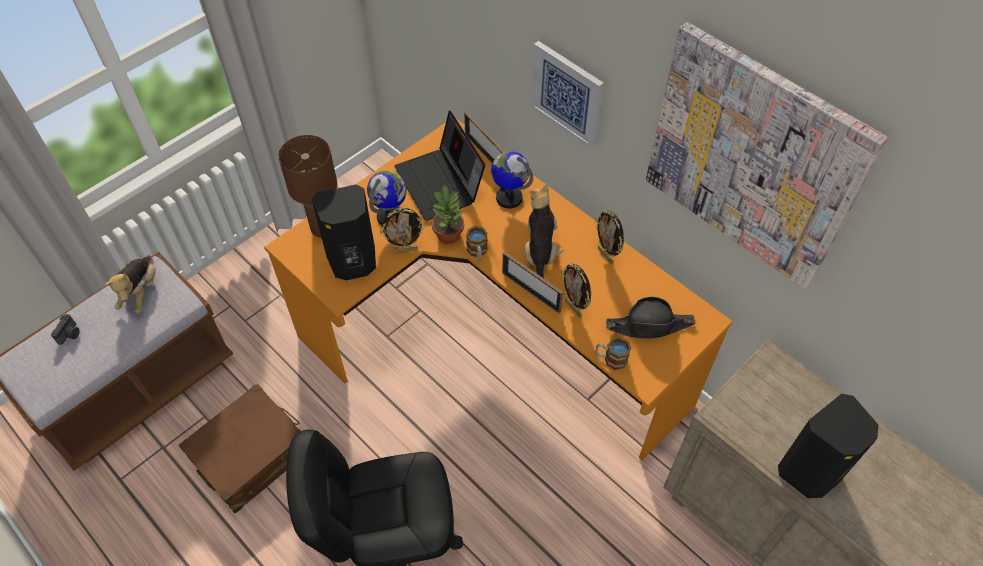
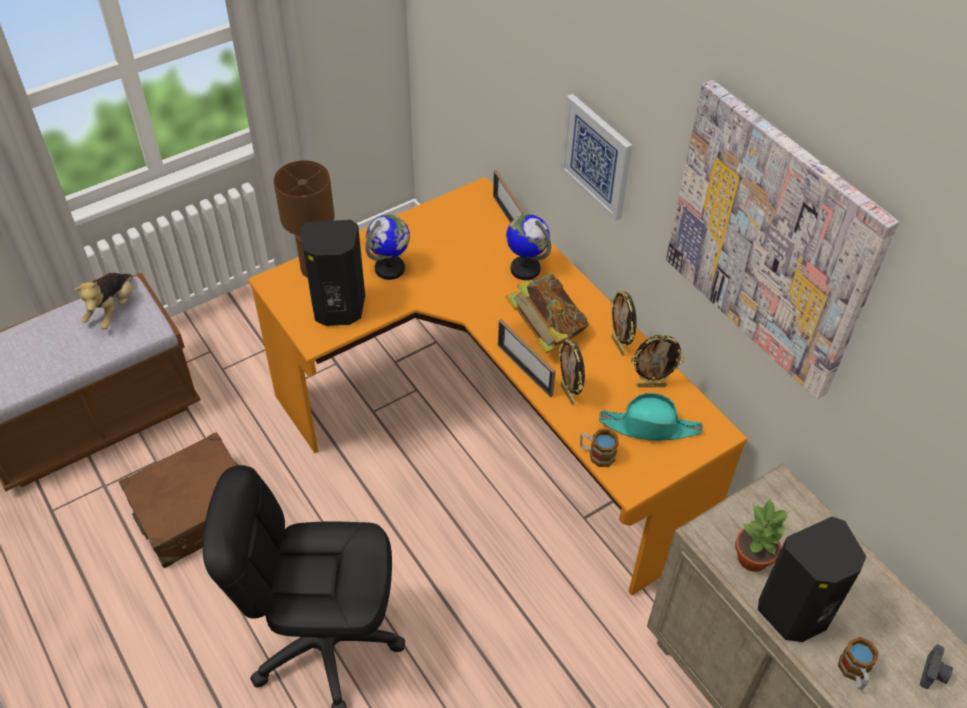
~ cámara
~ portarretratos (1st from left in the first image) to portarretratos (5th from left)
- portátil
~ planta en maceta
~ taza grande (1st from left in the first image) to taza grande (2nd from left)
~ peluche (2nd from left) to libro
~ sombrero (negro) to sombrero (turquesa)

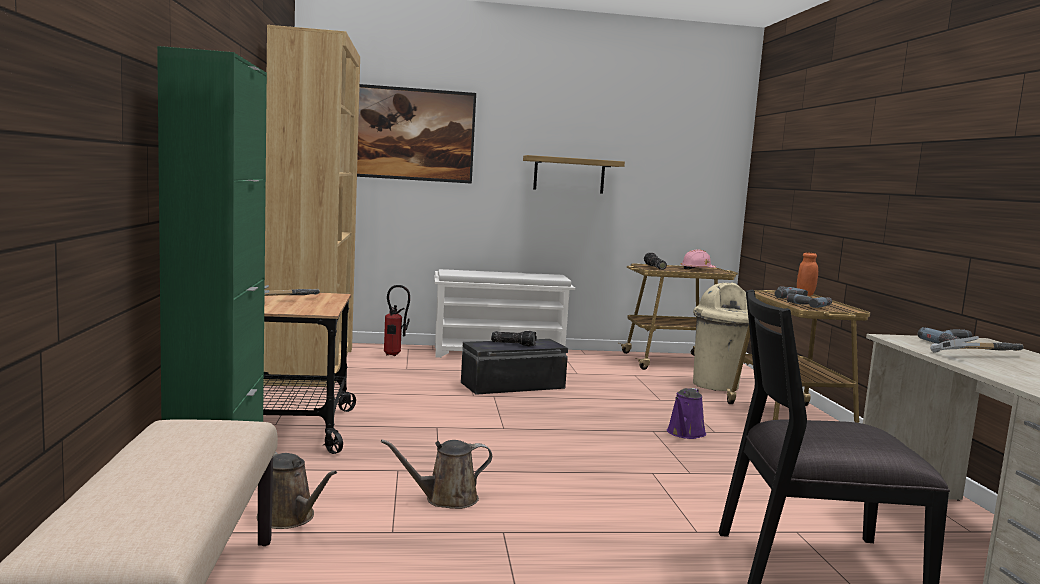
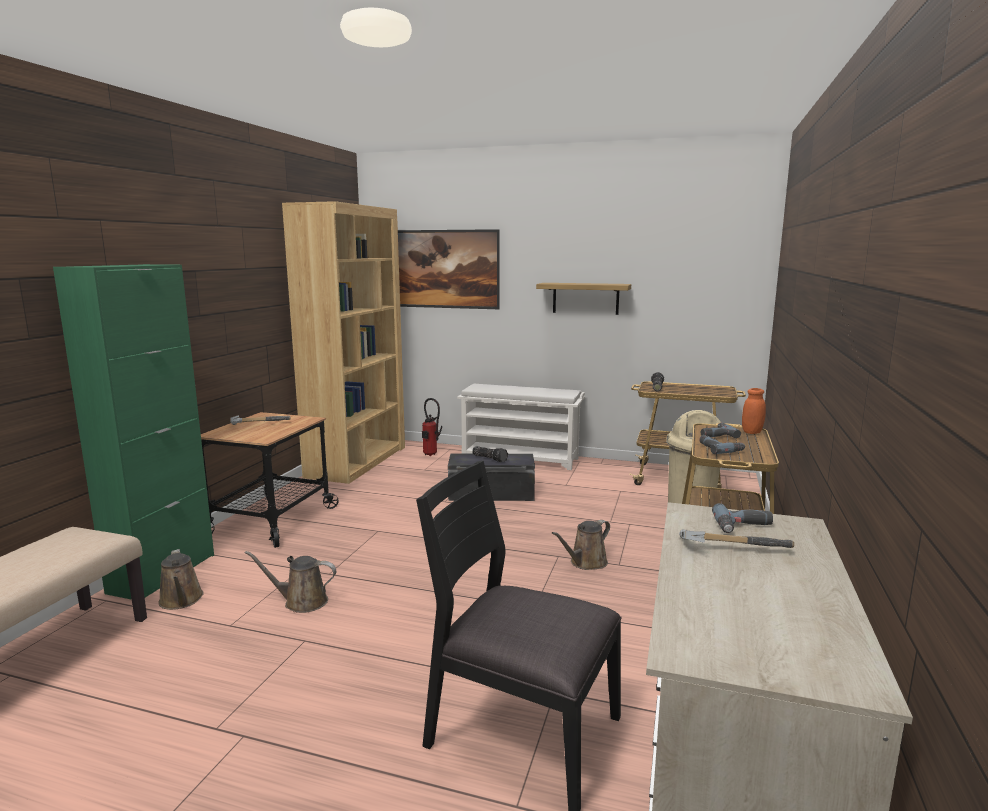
~ regadera (morado) to regadera (marrón) (3rd from left)
- casco (rosa)

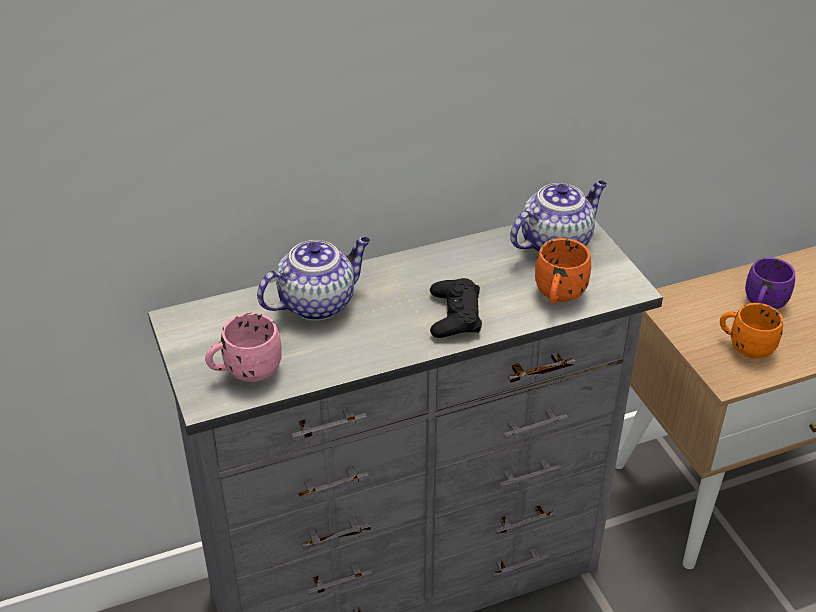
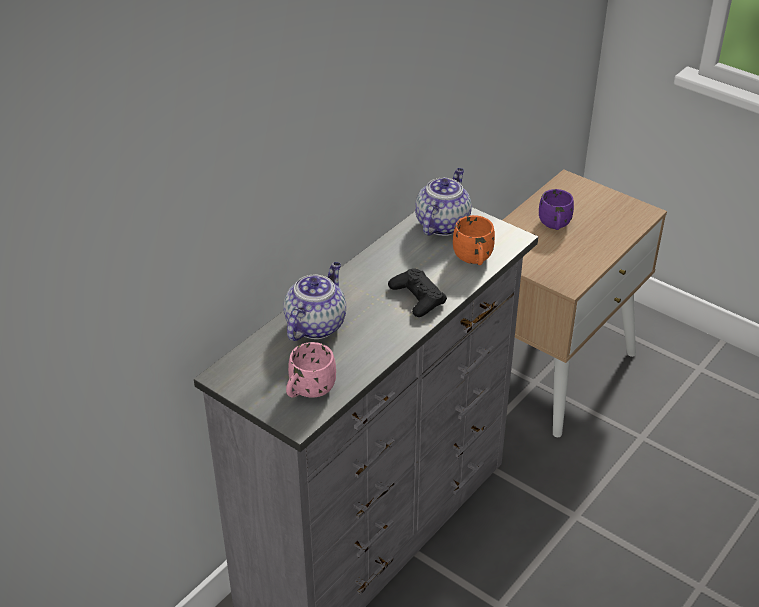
- taza grande (naranja) (2nd from left)

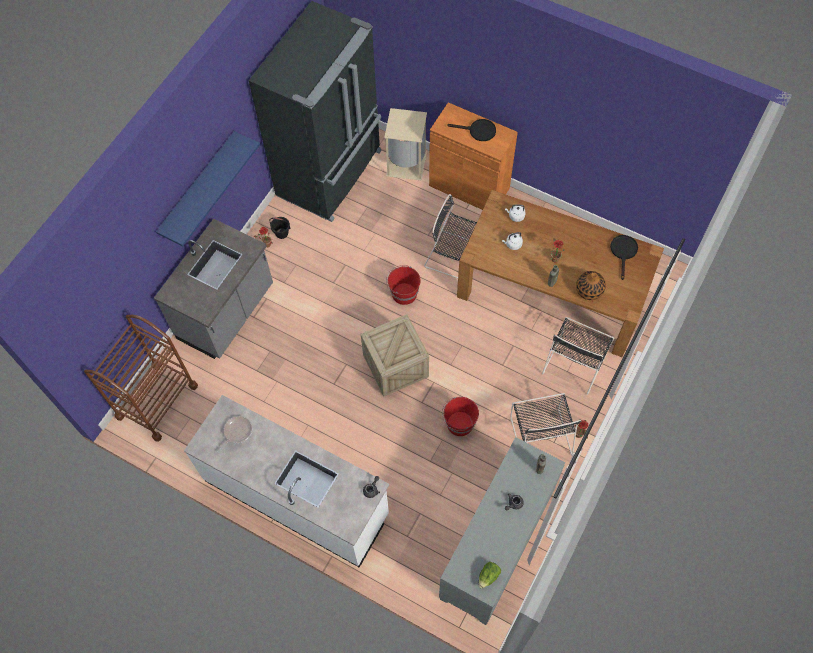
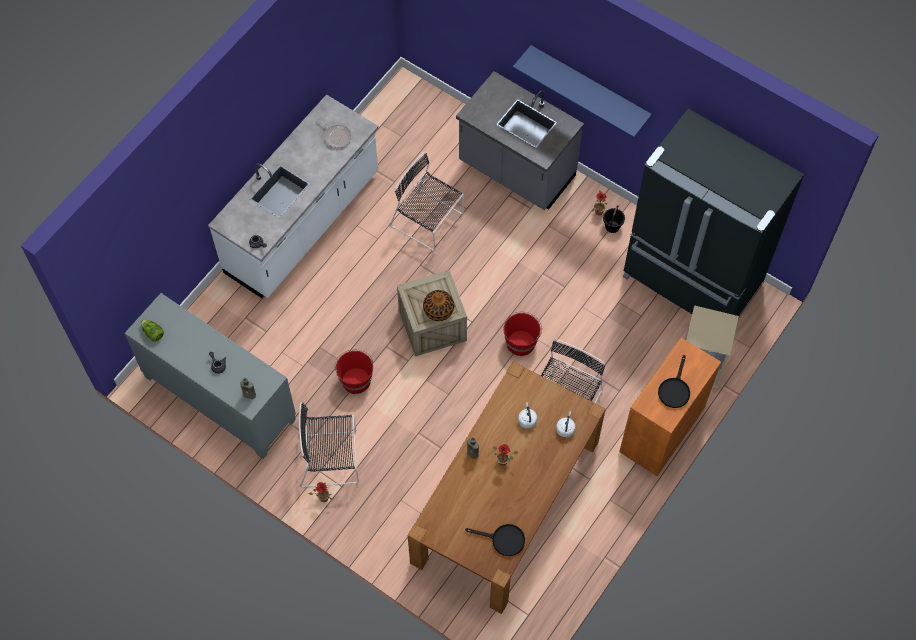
- carrito (marrón)
~ silla (negro) (3rd from left in the first image) to silla (negro) (2nd from left)
~ florero

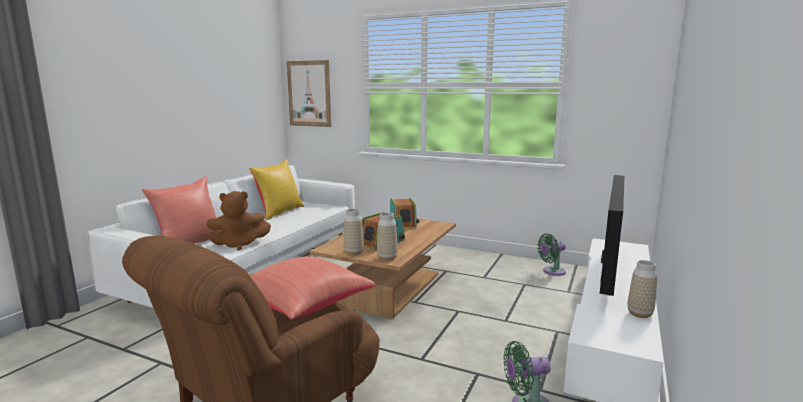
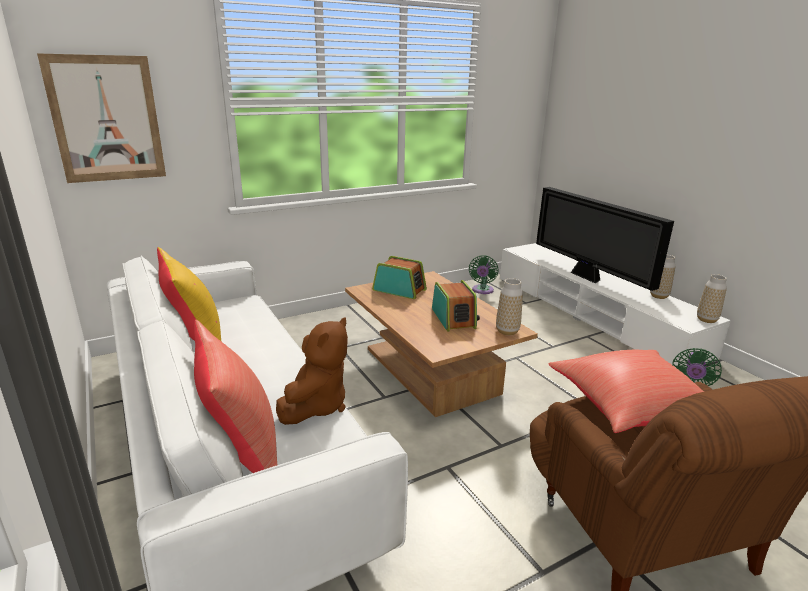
~ florero (1st from left in the first image) to florero (3rd from left)

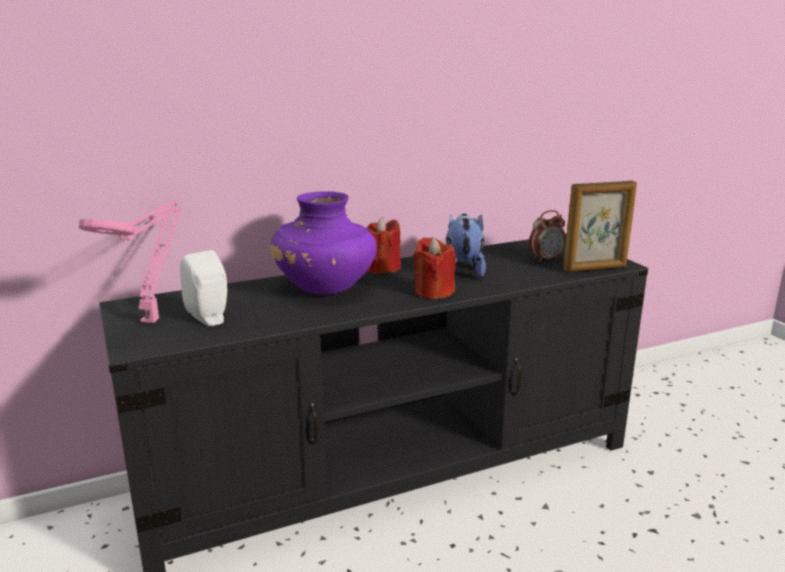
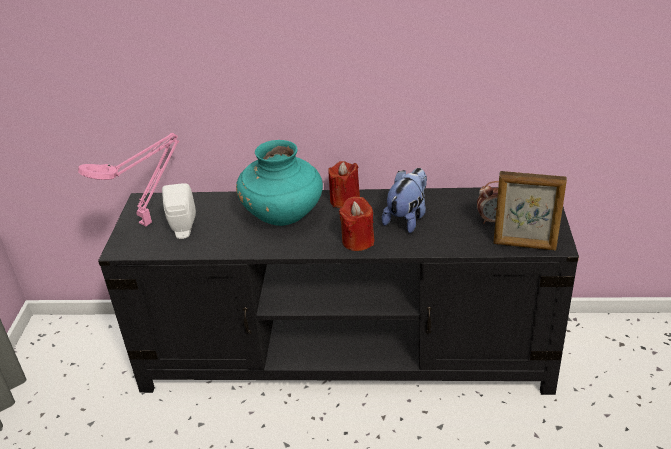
~ florero (morado) to florero (turquesa)

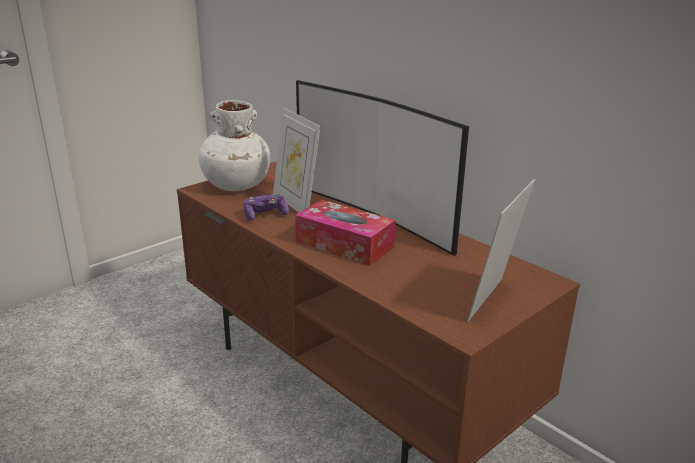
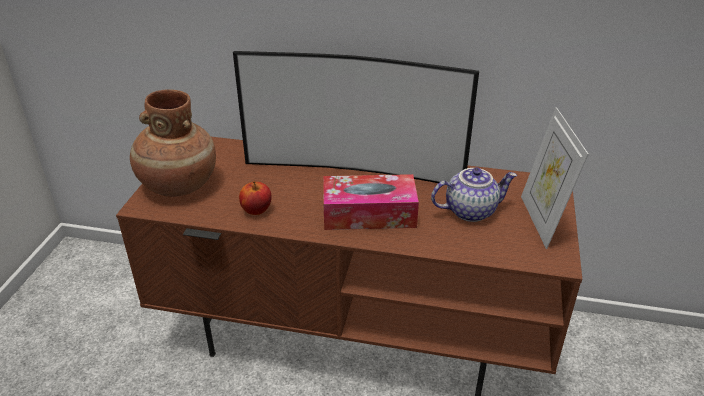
~ florero (blanco) to florero (marrón)
~ mando de consola to manzana
- portarretratos (1st from left)
+ tetera

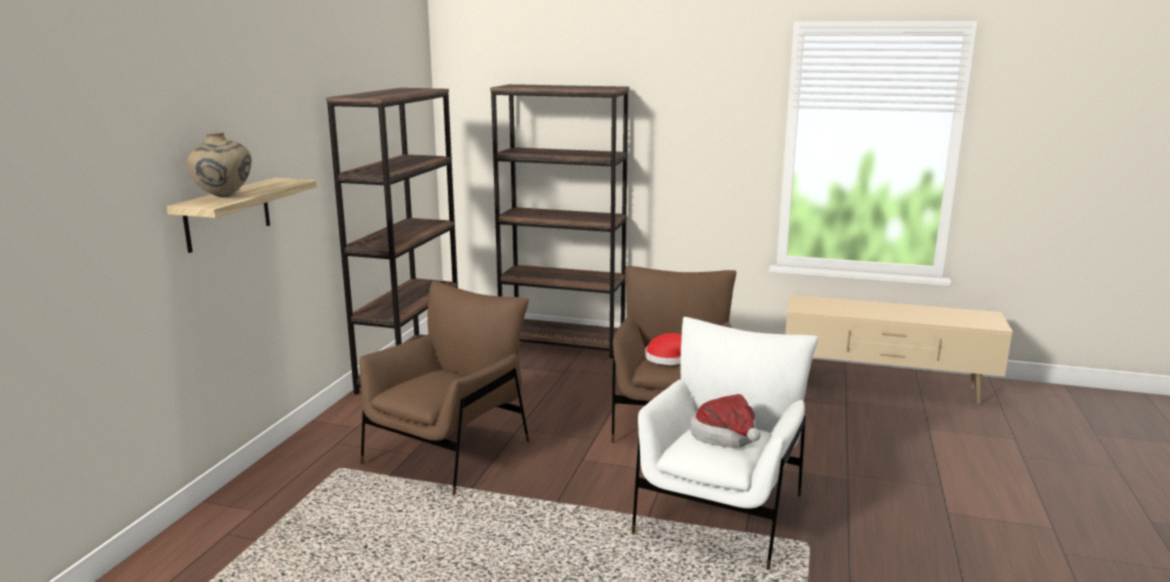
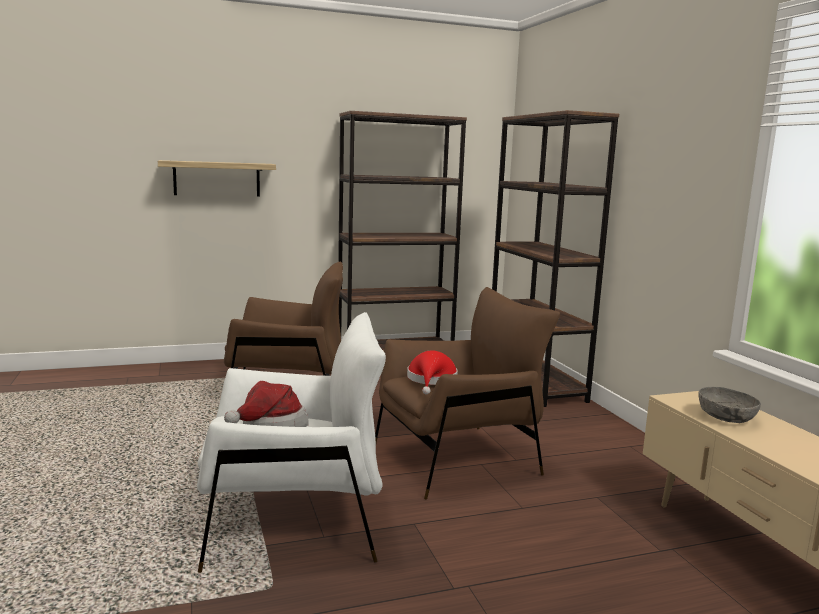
- florero (beis)
+ cuenco (gris)

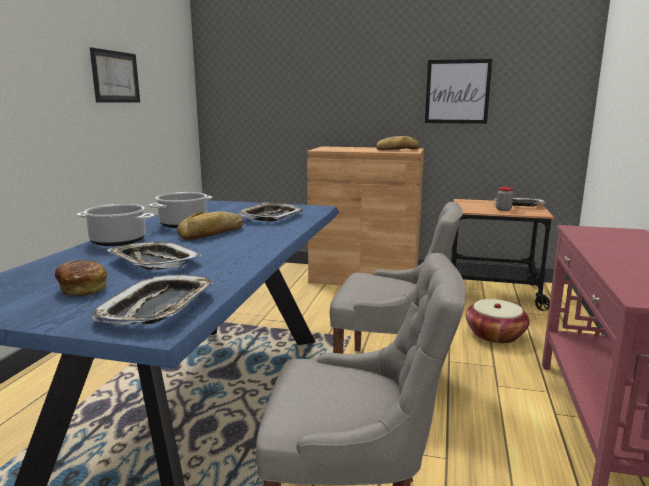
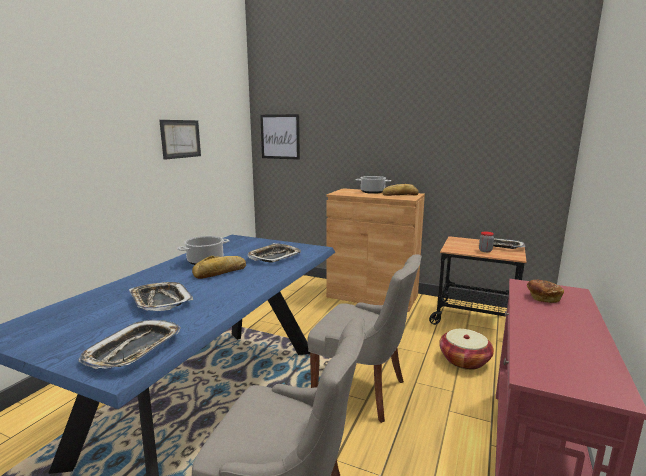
~ pan (1st from left in the first image) to pan (3rd from left)
~ olla (1st from left in the first image) to olla (2nd from left)
~ cuadro (2nd from left)

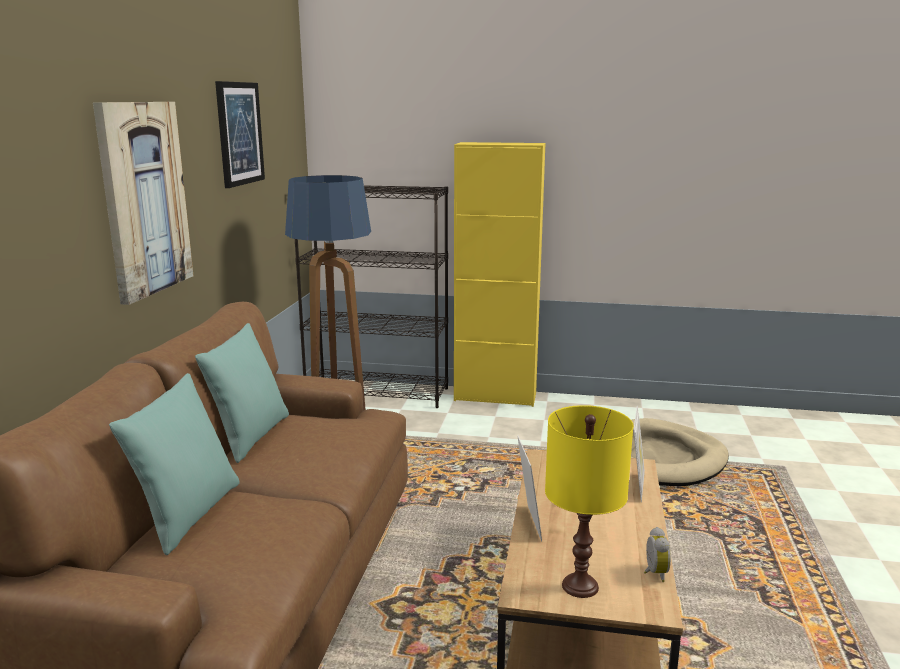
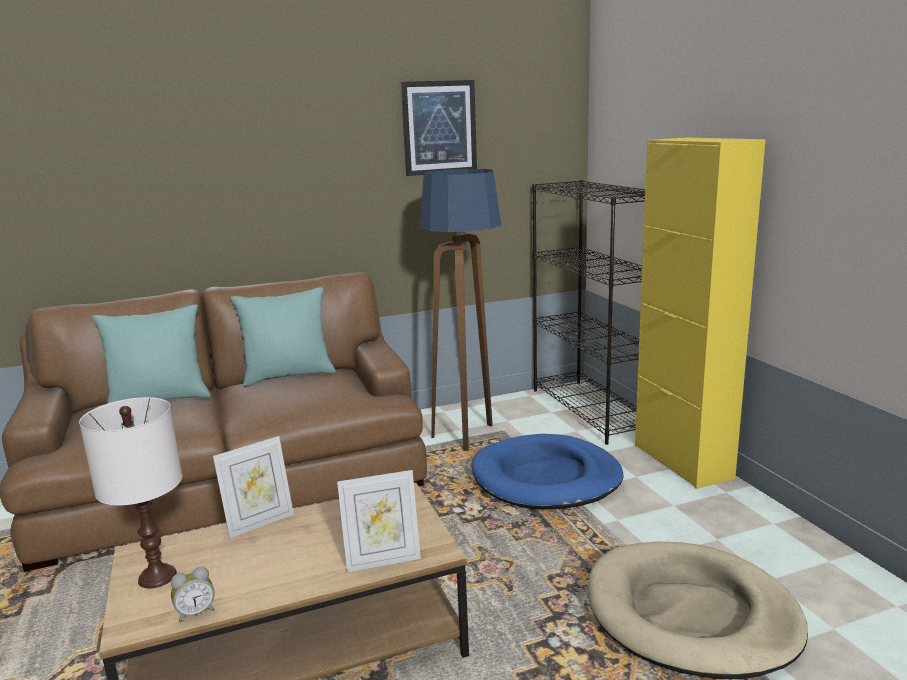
- cuadro (1st from left)
~ lámpara de mesa (amarillo) to lámpara de mesa (blanco)
+ cama para perro (azul)

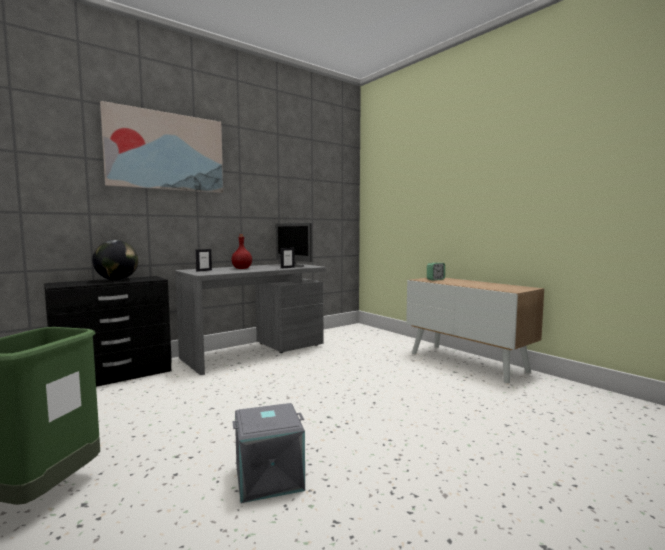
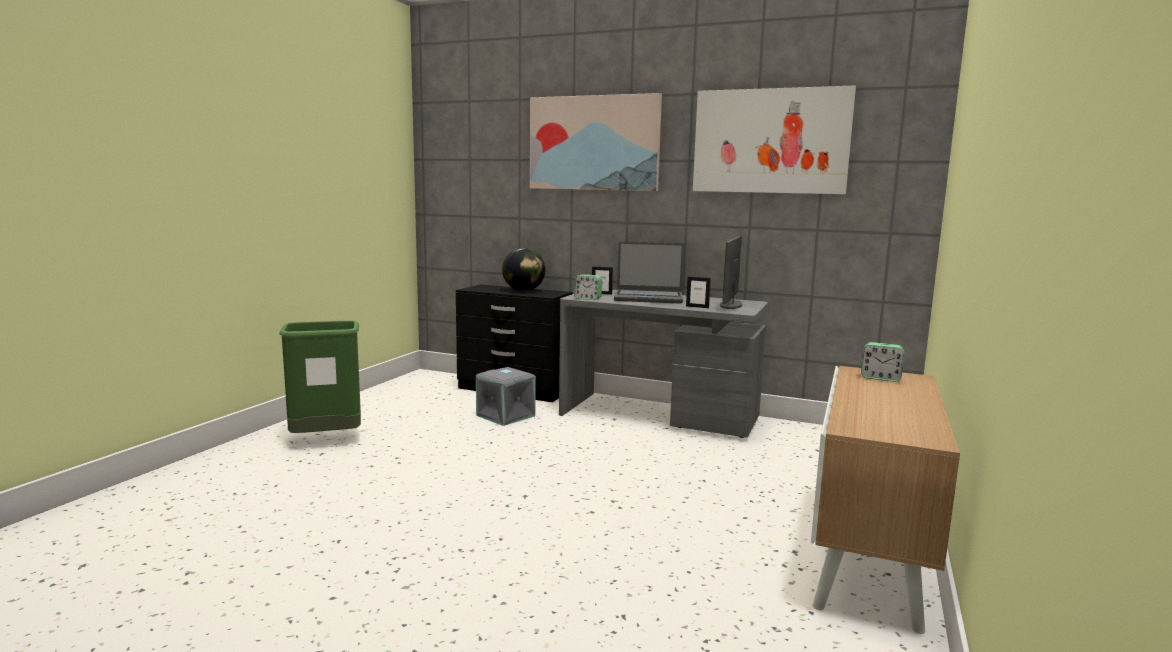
~ botella (rojo) to portátil
~ caja de almacenaje (gris)
+ despertador (1st from left)
+ cuadro (2nd from left)

